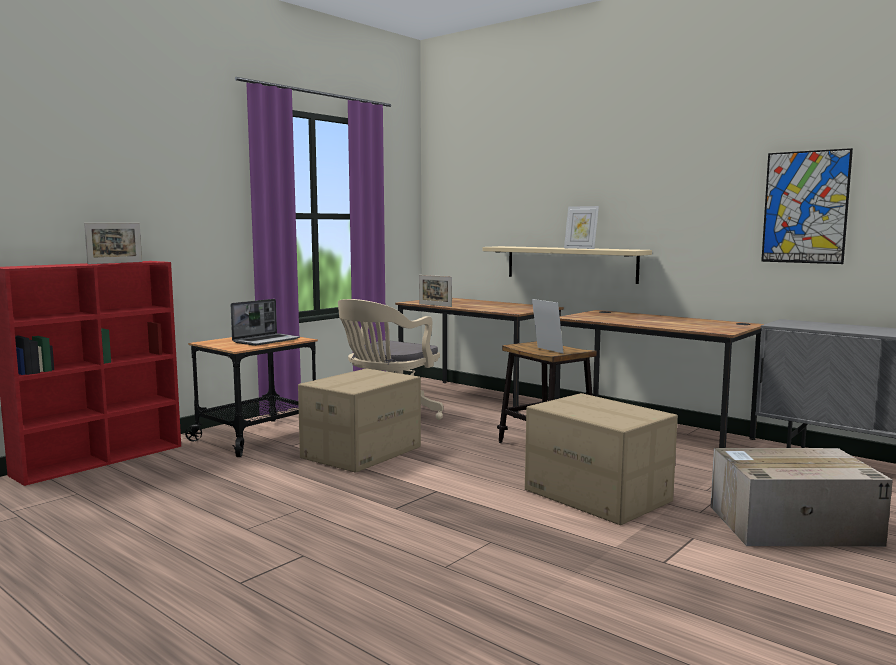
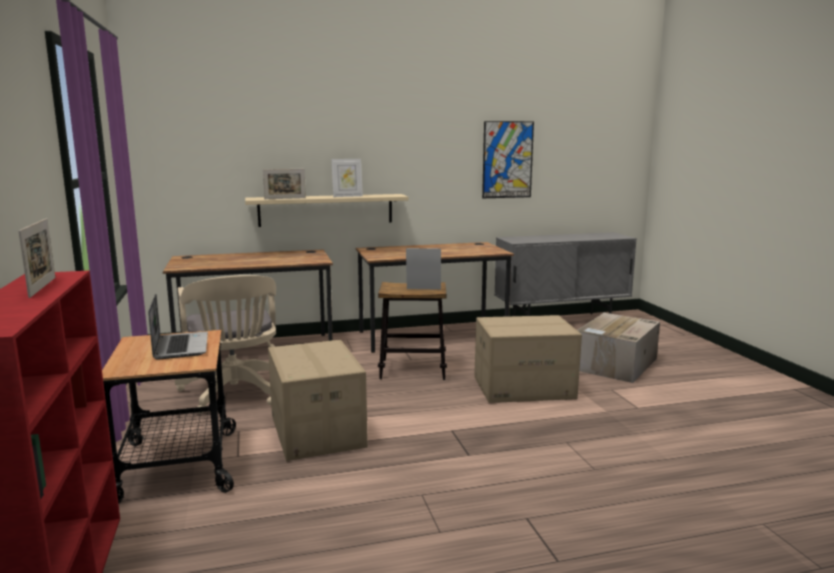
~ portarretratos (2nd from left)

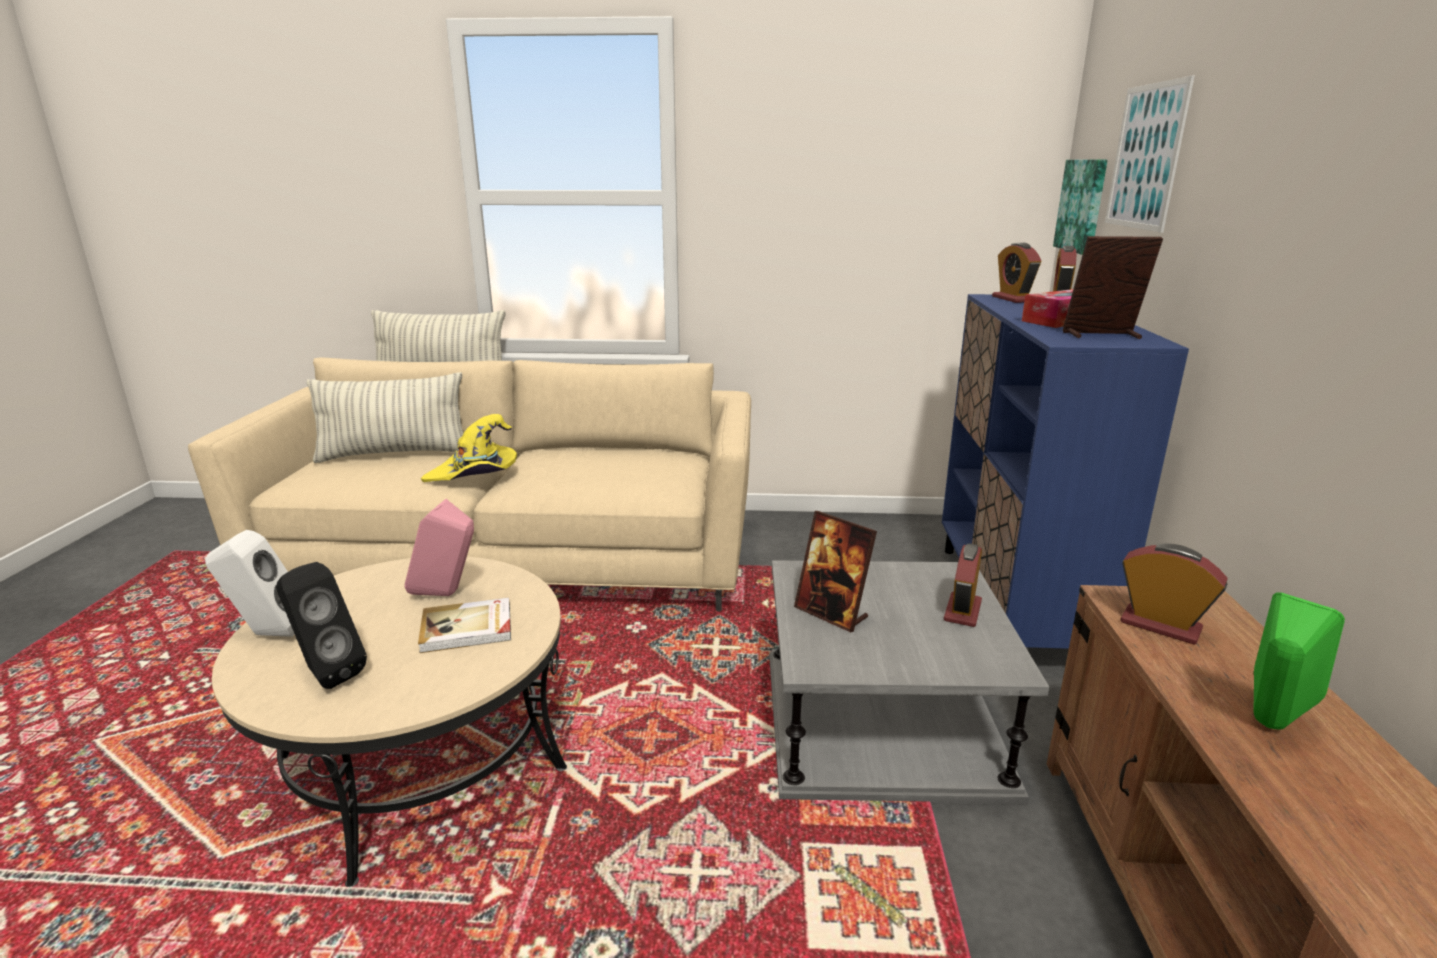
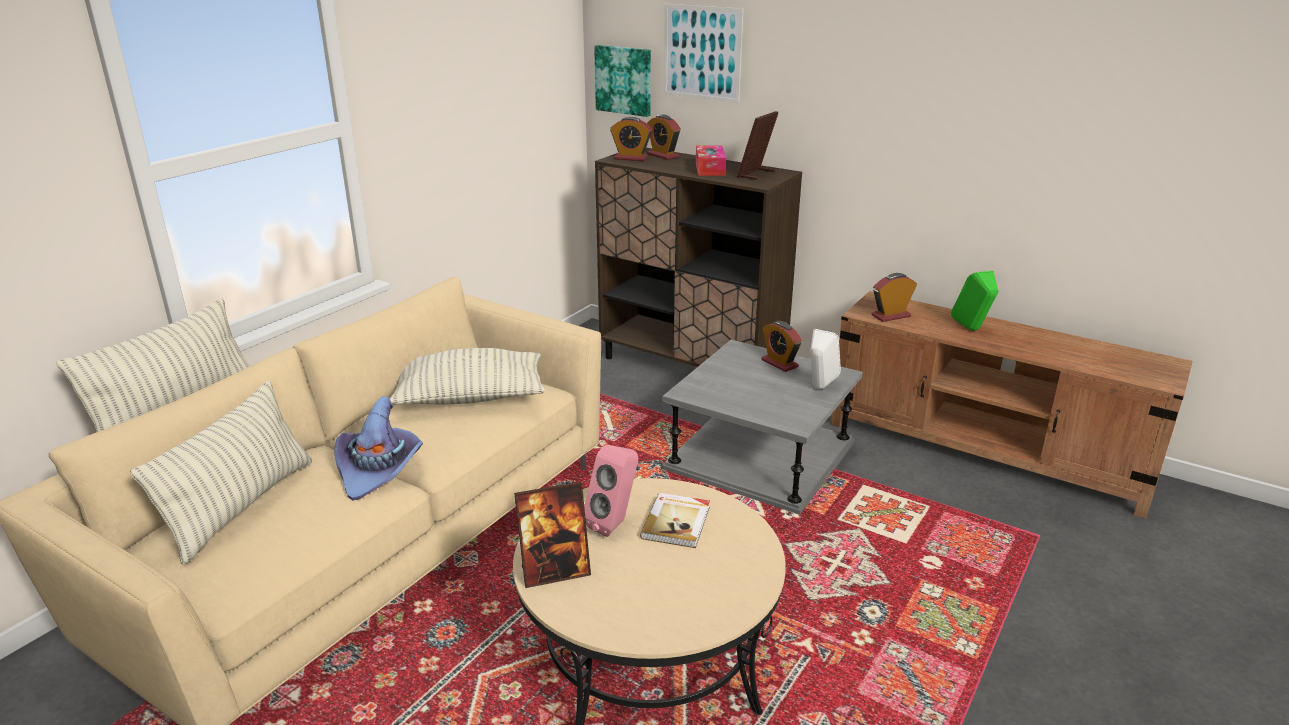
~ altavoz (blanco)
- altavoz (negro)
~ sombrero (amarillo) to sombrero (morado)
~ portarretratos (1st from left)
~ armario (azul) to armario (marrón)
+ cojín (3rd from left)

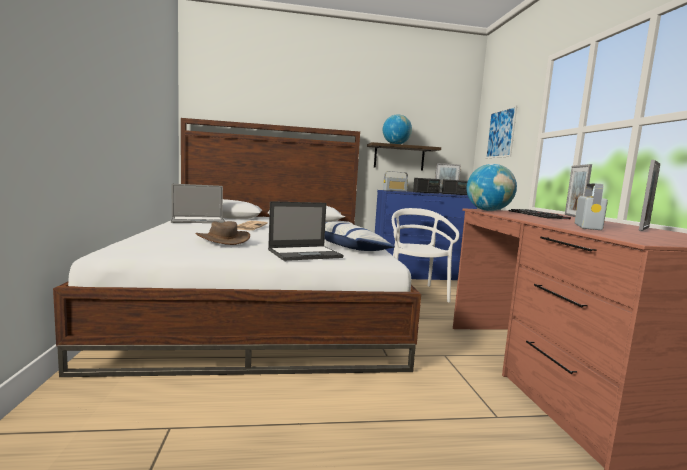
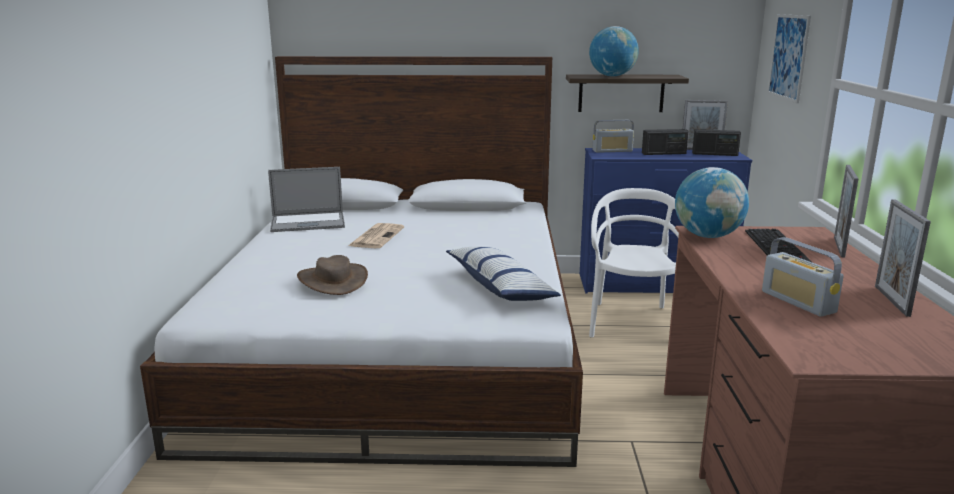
- portátil (2nd from left)
~ radio (4th from left) 120 degrees clockwise
~ portarretratos (3rd from left) 135 degrees clockwise

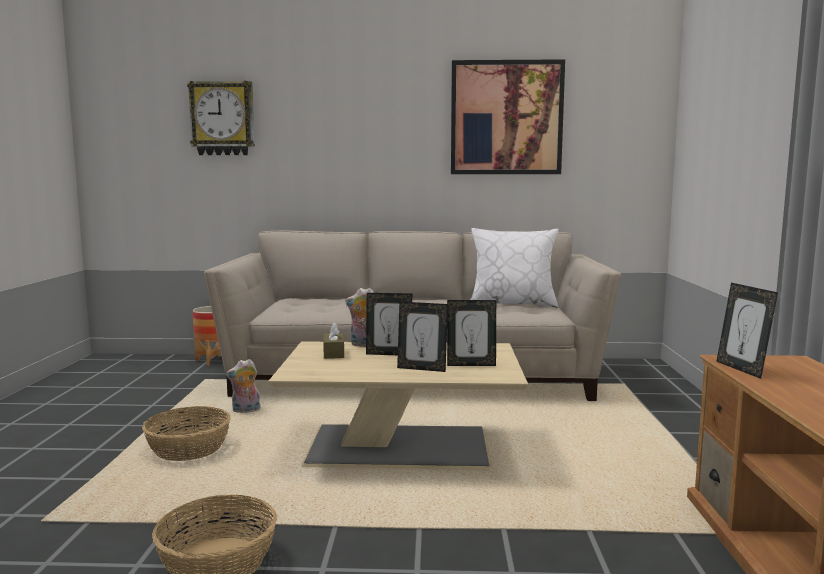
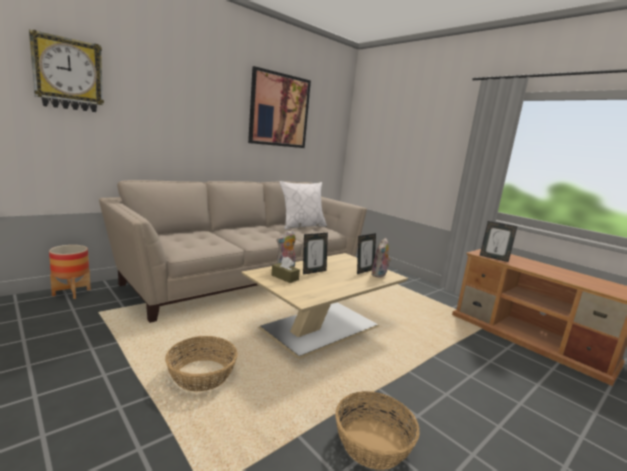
~ peluche (1st from left in the first image) to peluche (2nd from left)
- portarretratos (2nd from left)

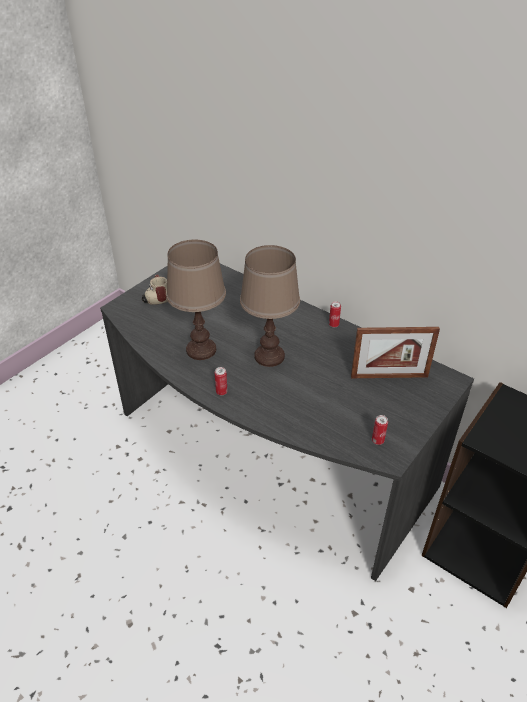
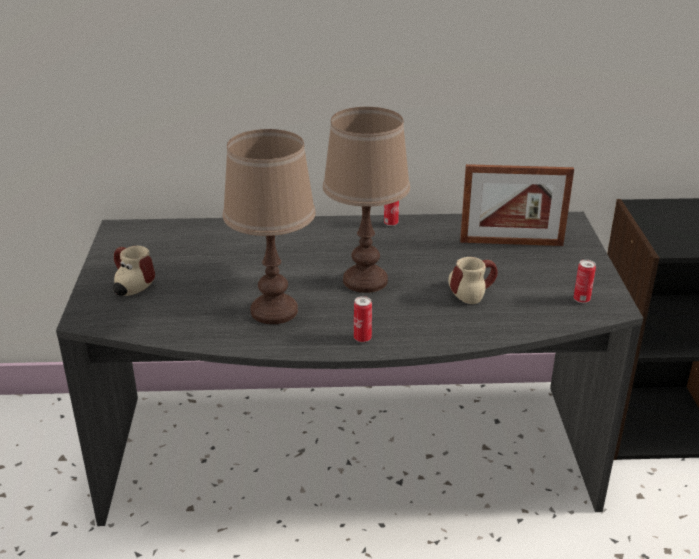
~ portarretratos 45 degrees clockwise
+ taza grande (2nd from left)

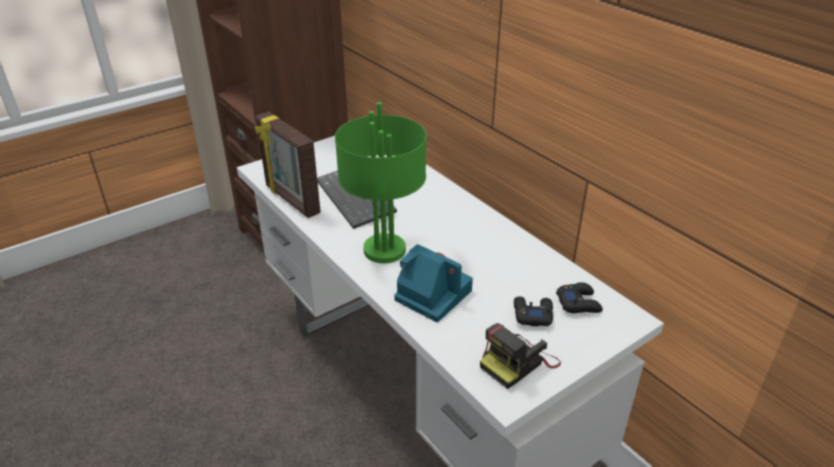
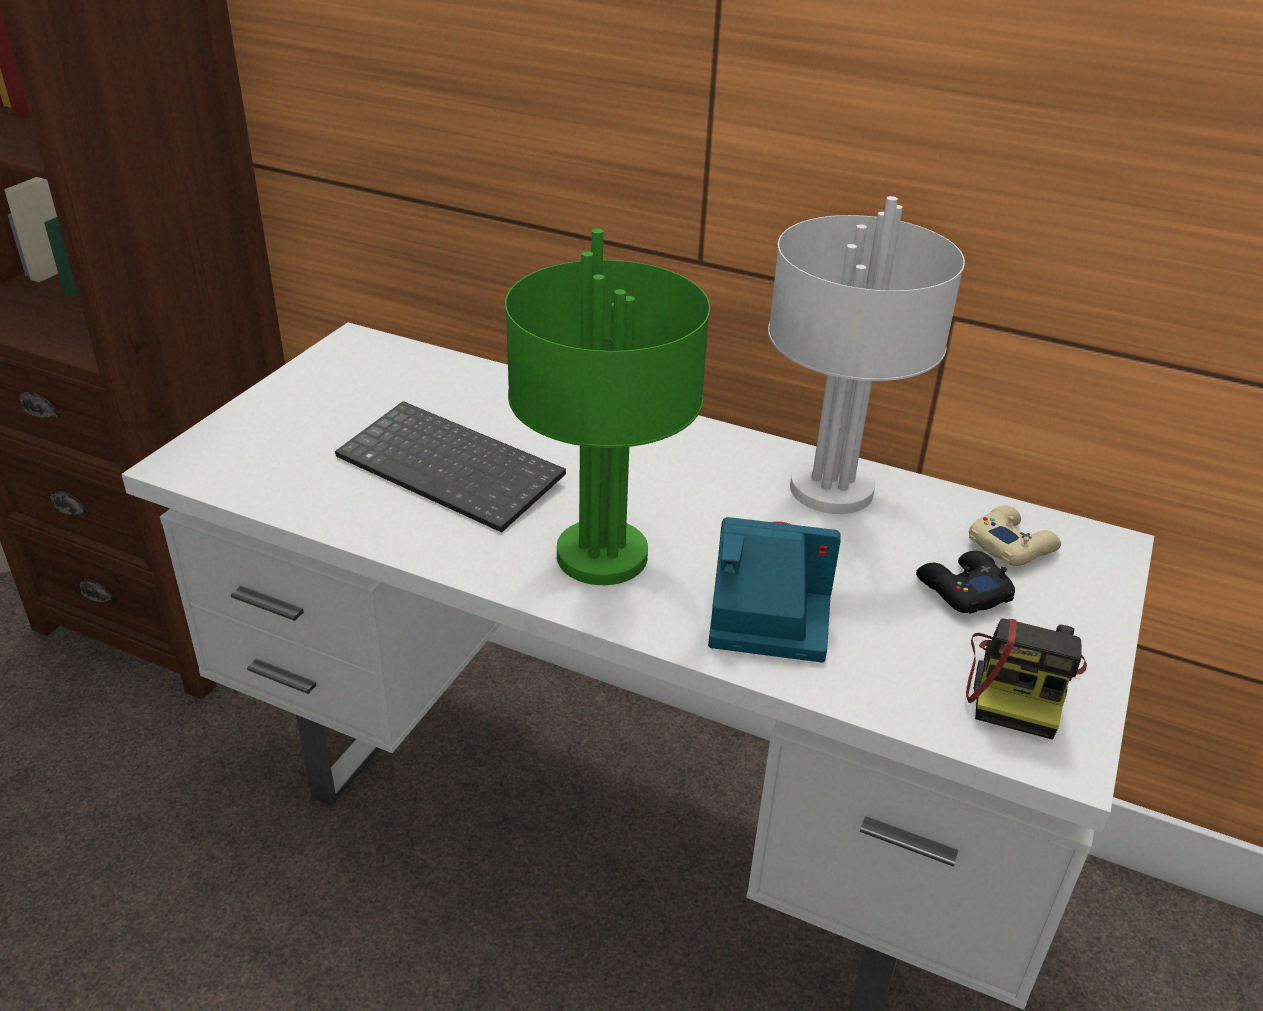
- portarretratos
~ mando de consola (negro) (2nd from left) to mando de consola (beis)
+ lámpara de mesa (blanco)

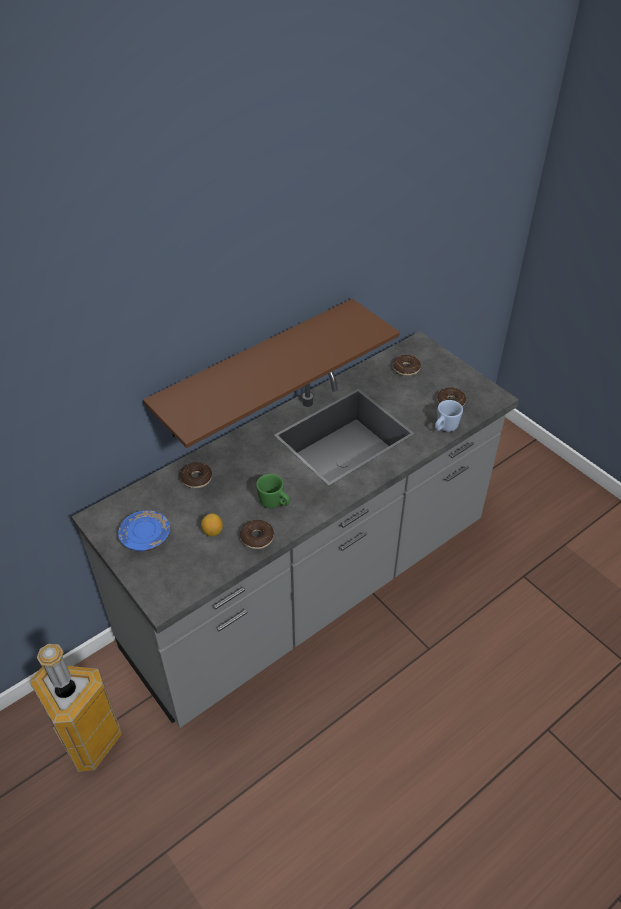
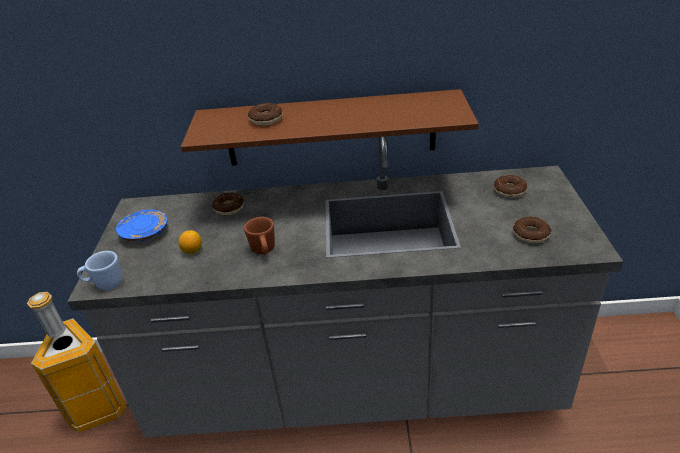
~ rosquilla (2nd from left)
~ taza grande (verde) to taza grande (marrón)
~ taza grande (azul)

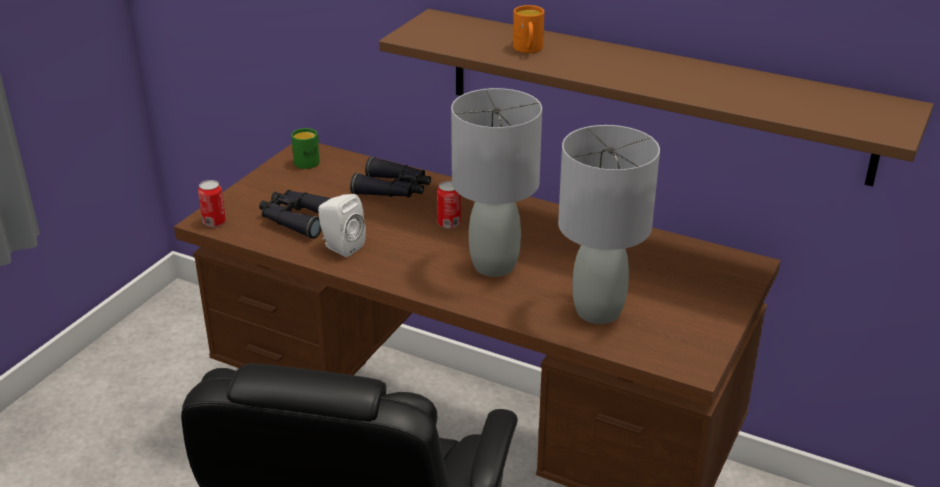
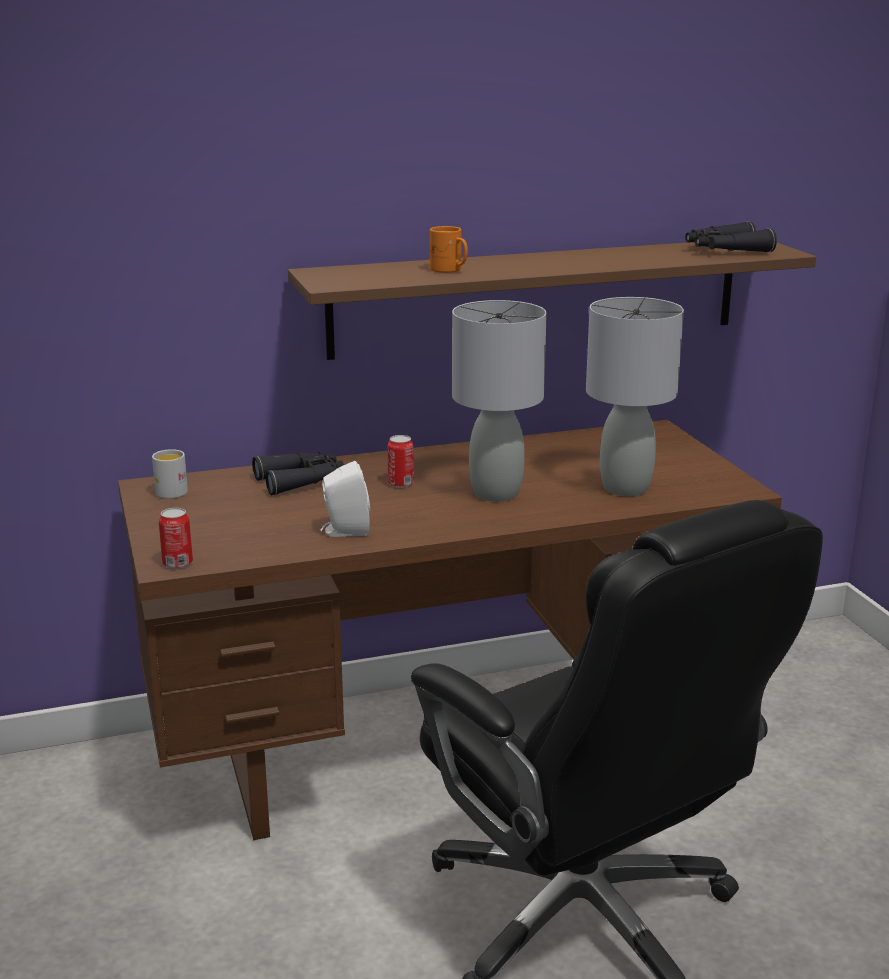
~ prismáticos (negro) (1st from left in the first image) to prismáticos (negro) (2nd from left)
~ taza grande (verde) to taza grande (blanco)

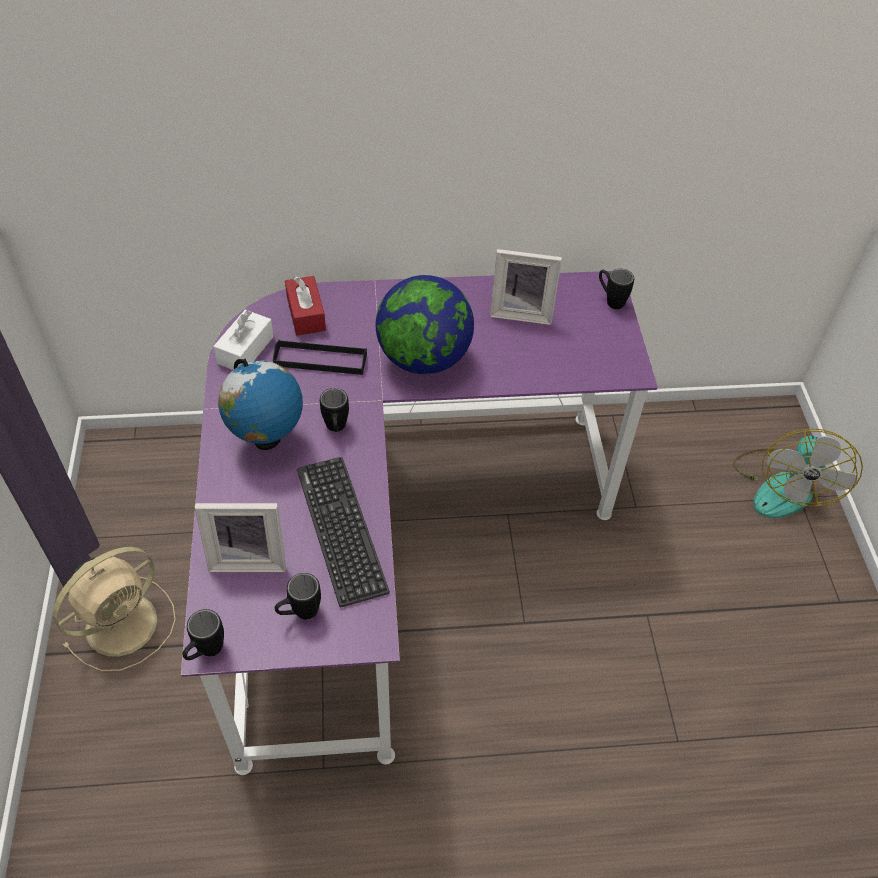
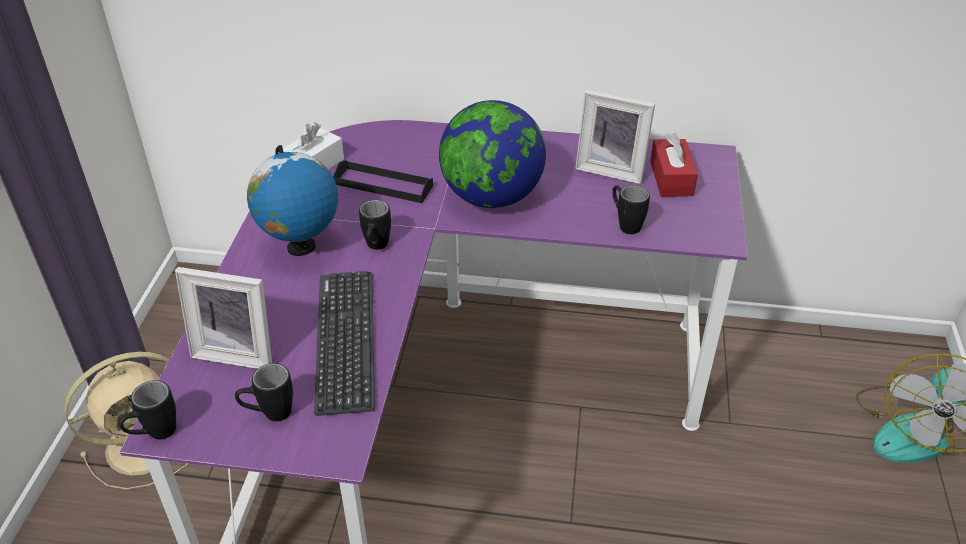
~ caja de pañuelos (rojo)
~ taza grande (negro) (4th from left)

